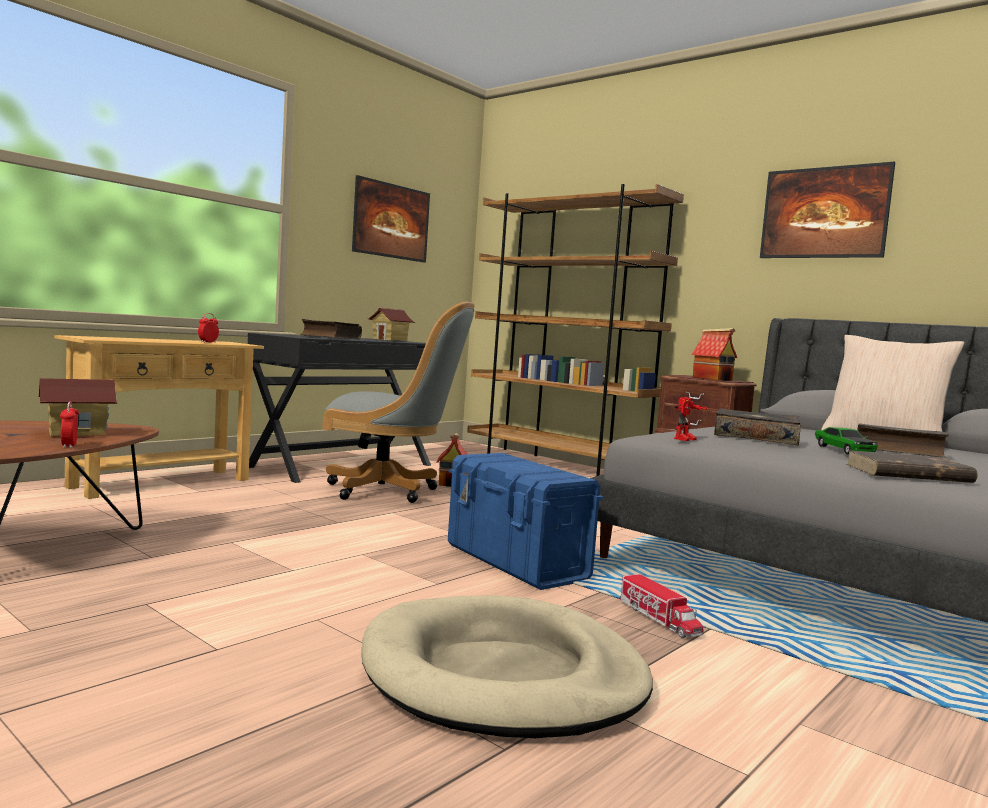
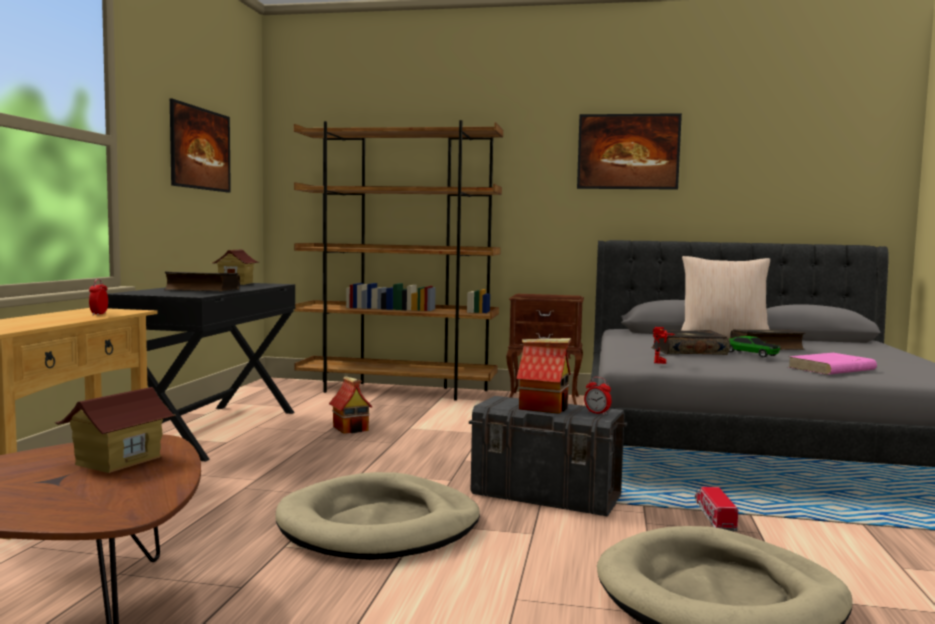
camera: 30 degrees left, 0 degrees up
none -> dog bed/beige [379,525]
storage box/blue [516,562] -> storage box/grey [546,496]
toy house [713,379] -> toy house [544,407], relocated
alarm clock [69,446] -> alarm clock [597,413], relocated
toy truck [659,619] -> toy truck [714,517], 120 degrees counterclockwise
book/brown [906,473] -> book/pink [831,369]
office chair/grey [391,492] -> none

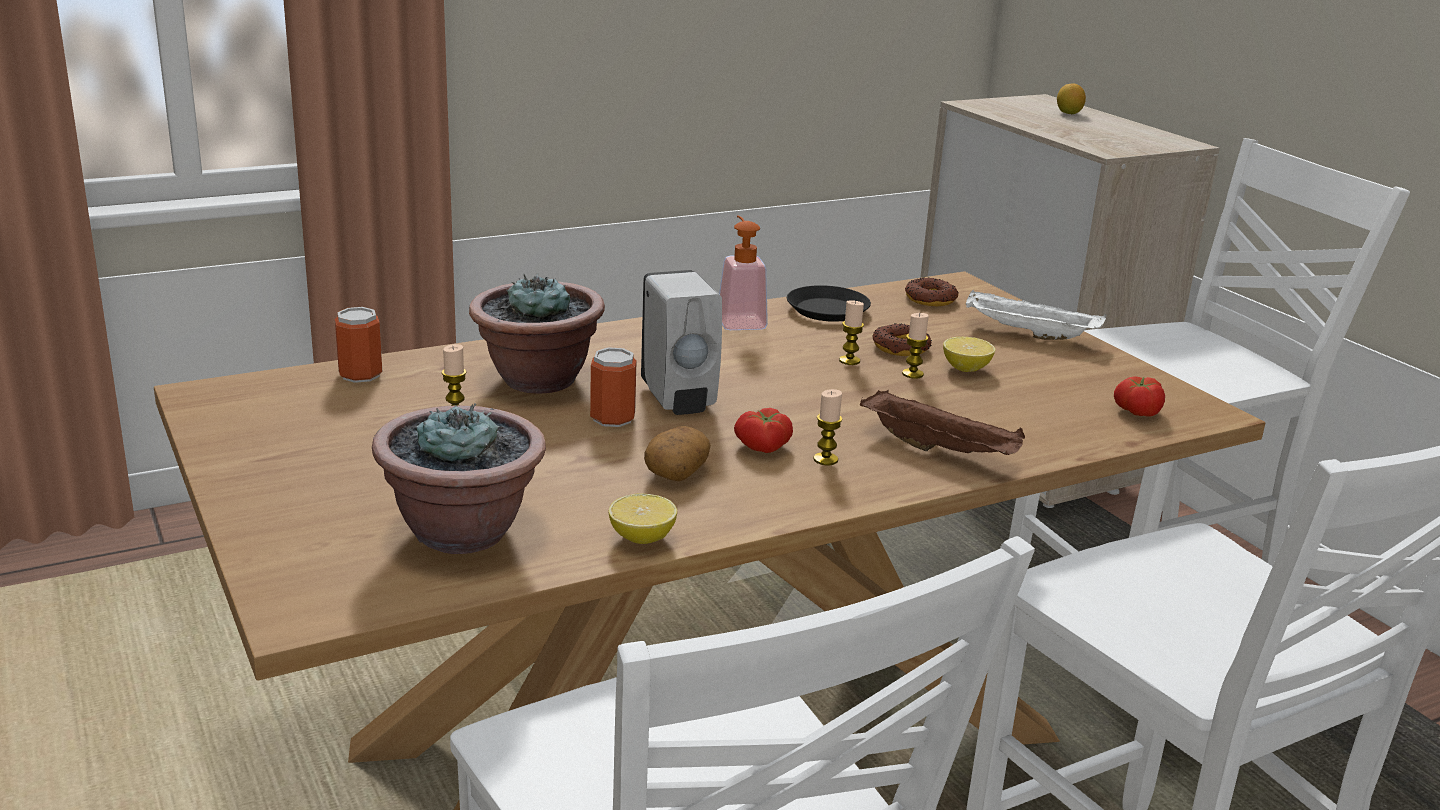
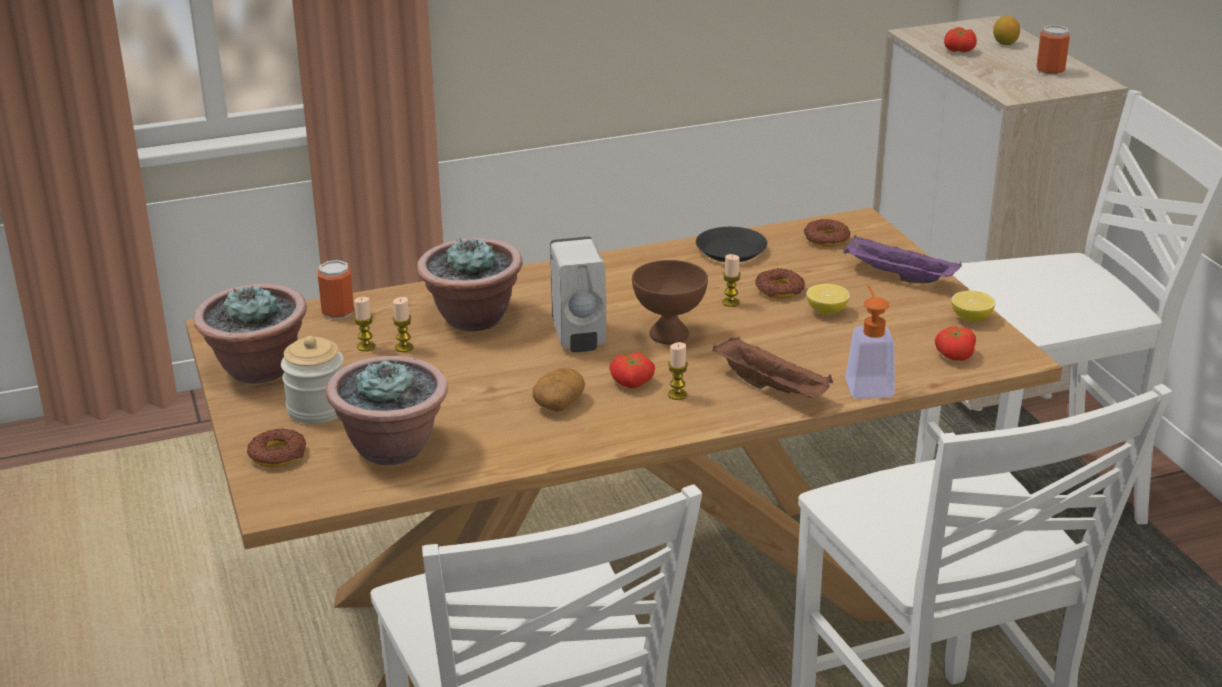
camera: 10 degrees right, 5 degrees up
none -> potted plant [257,369]
none -> donut [278,454]
none -> jar [317,409]
candle [912,374] -> candle [366,346], relocated
none -> bowl/brown [669,334]
tray/white [1027,334] -> tray/purple [897,276]
soap dispenser [739,320] -> soap dispenser [867,384], relocated
none -> tomato [958,51]
lemon [642,538] -> lemon [971,318], relocated
can [612,418] -> can [1050,70], relocated

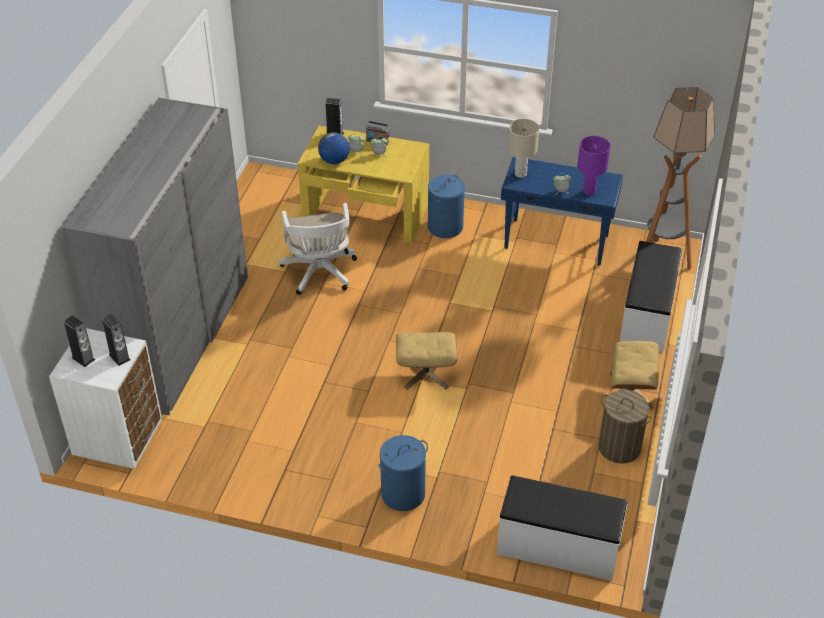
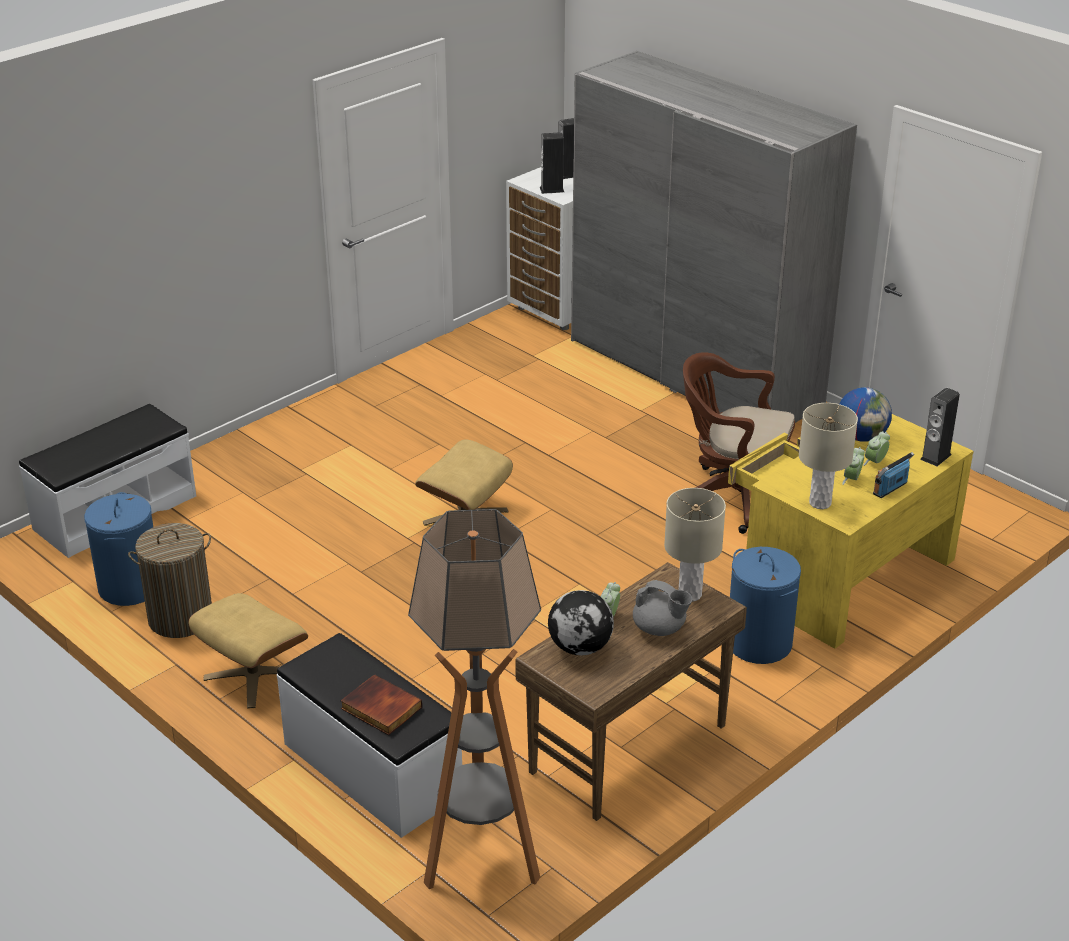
camera: 120 degrees right, 10 degrees down
laundry basket/blue [403,494] -> laundry basket/blue [130,586], relocated
none -> book [380,708]
console table/blue [557,242] -> console table/brown [628,750]
table lamp/purple [589,191] -> globe [581,648]
none -> teapot/grey [660,629]
office chair/white [320,274] -> office chair/brown [734,496]
none -> table lamp/beige [819,503]

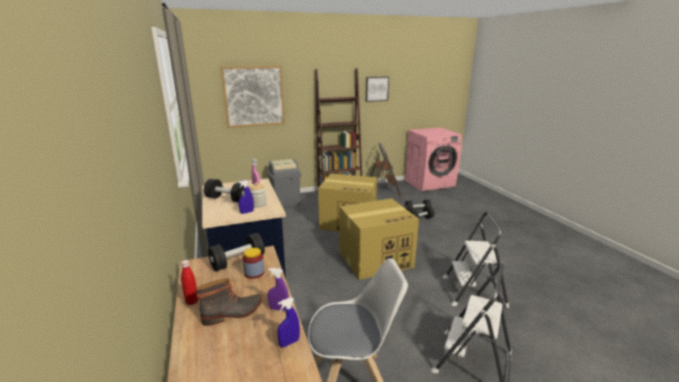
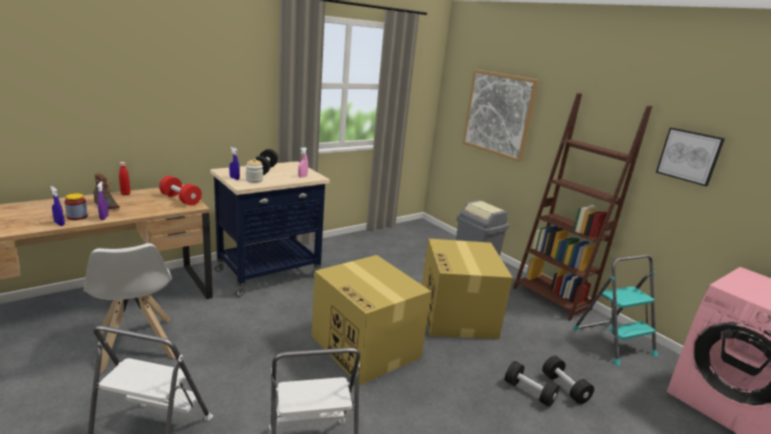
camera: 70 degrees right, 0 degrees up
jar [254,273] -> jar [77,217], relocated
dumbbell/black [238,261] -> dumbbell/red [180,199]
step ladder/brown [381,190] -> step ladder/turquoise [611,340]

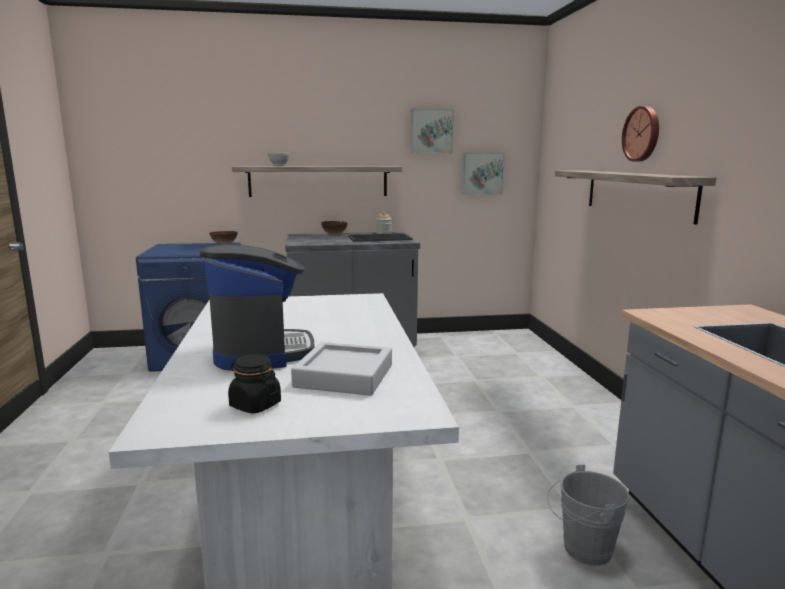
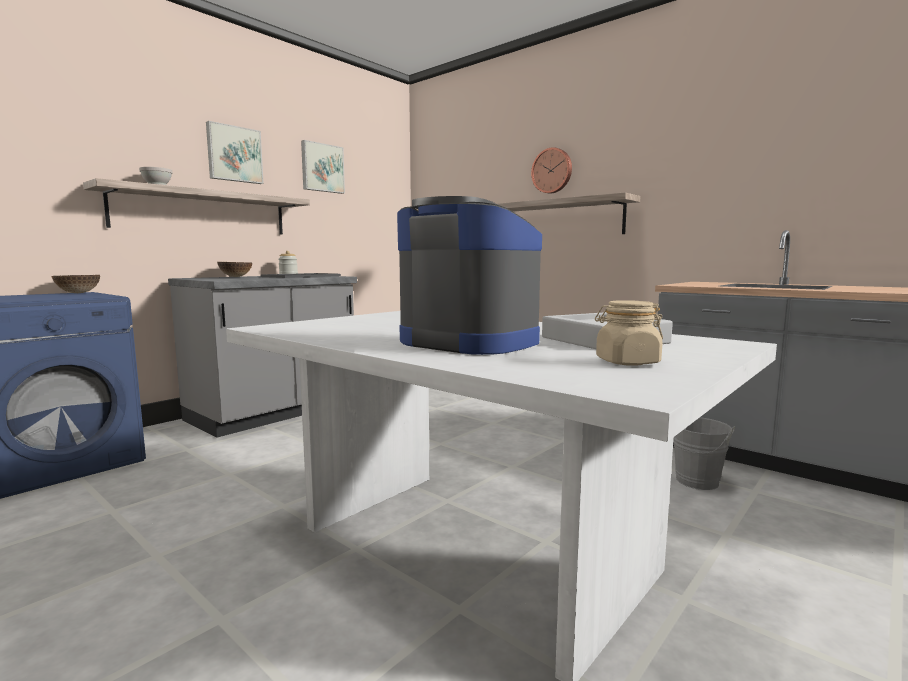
camera: 40 degrees left, 5 degrees down
picture [482,173] -> picture [234,154], relocated
jar/black [255,405] -> jar/beige [627,362]

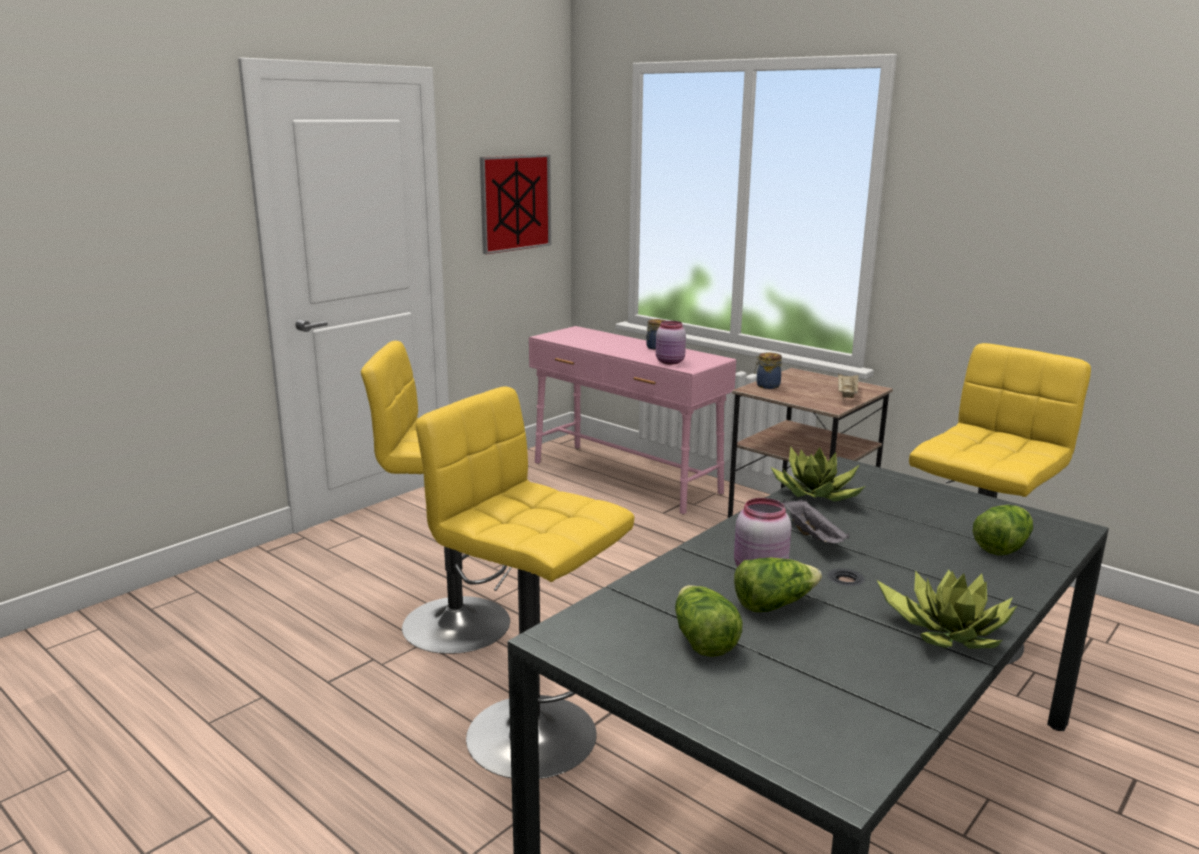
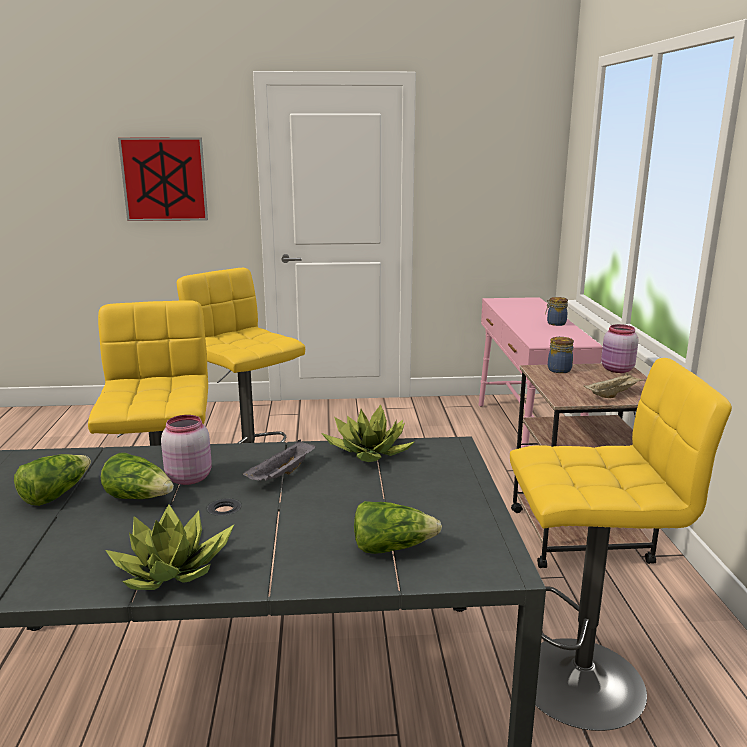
camera: 45 degrees right, 0 degrees up
picture [515,203] -> picture [164,179], relocated
jar/pink [670,362] -> jar/pink [617,370], relocated

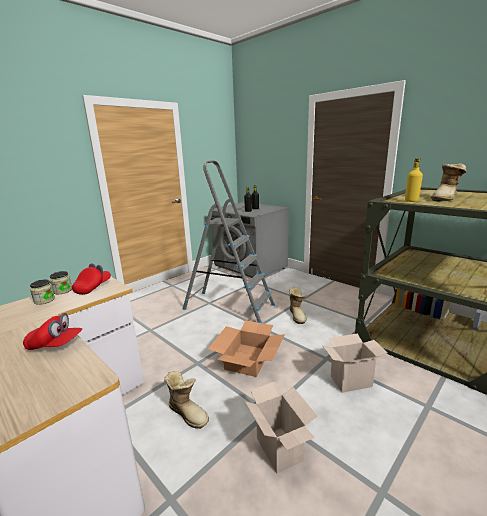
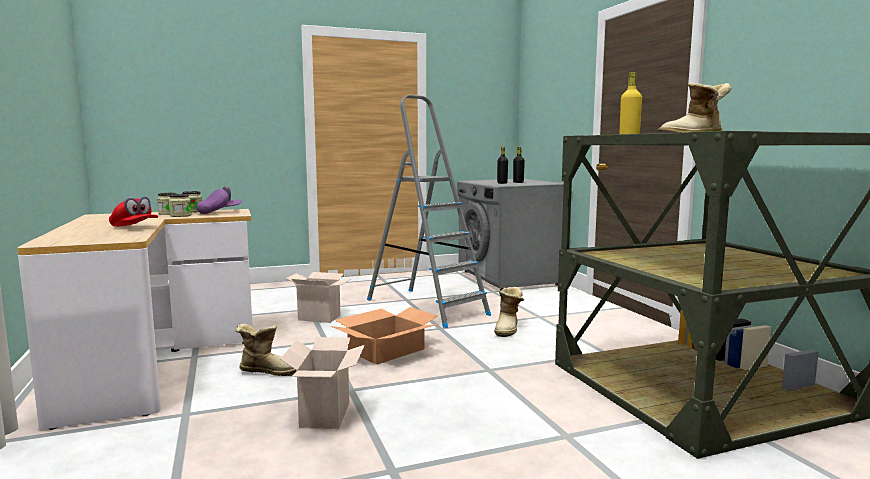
camera: 25 degrees right, 10 degrees down
none -> jar [180,215]
cap/red [93,287] -> cap/purple [219,212]
boot [188,413] -> boot [269,371], 60 degrees counterclockwise
cardboard box [351,380] -> cardboard box [321,317], relocated

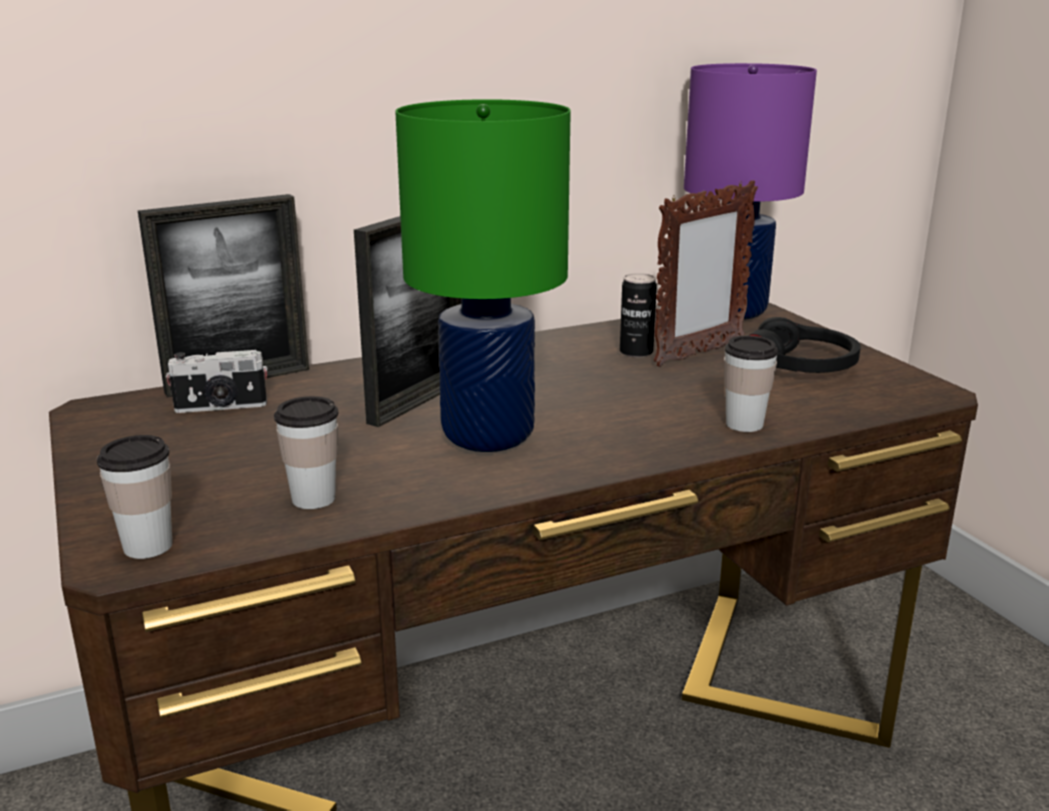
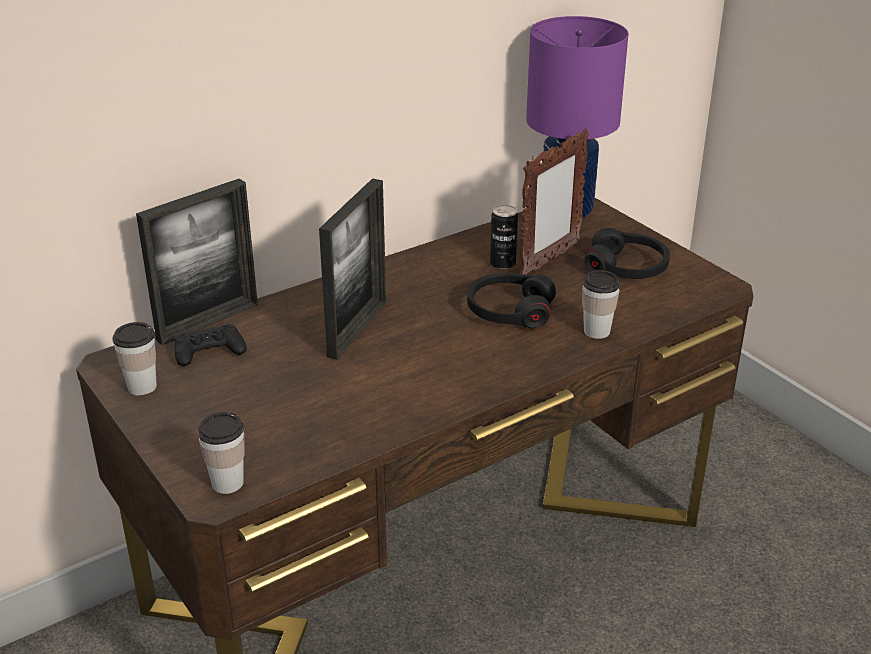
camera: 10 degrees left, 10 degrees up
cup [313,498] -> cup [142,387], relocated
photo camera [221,407] -> game controller/black [209,351]
none -> headphones/black [509,311]
table lamp/green [486,440] -> none

